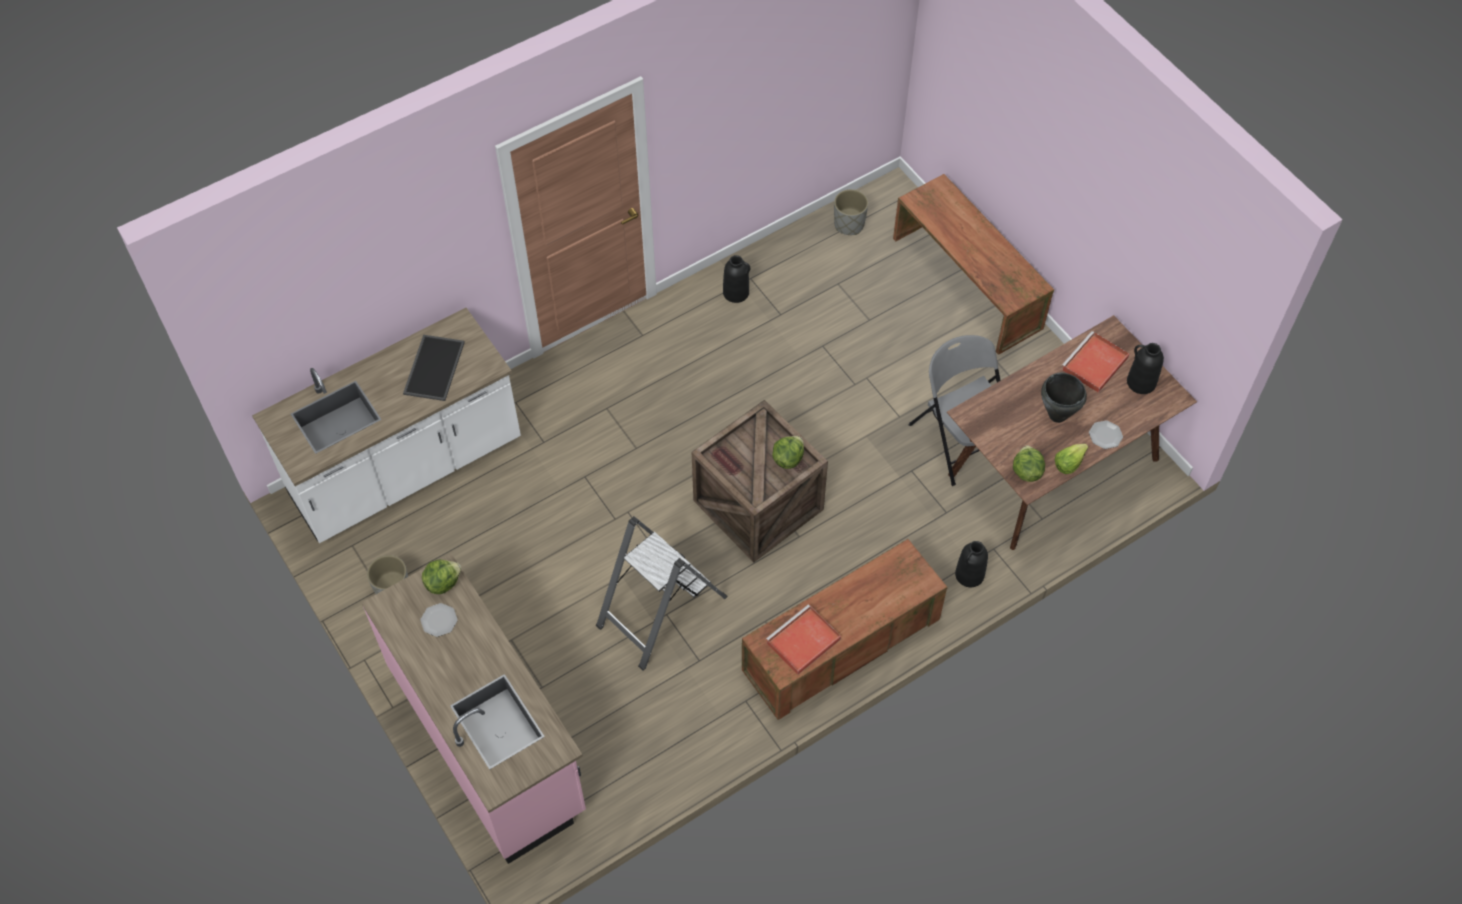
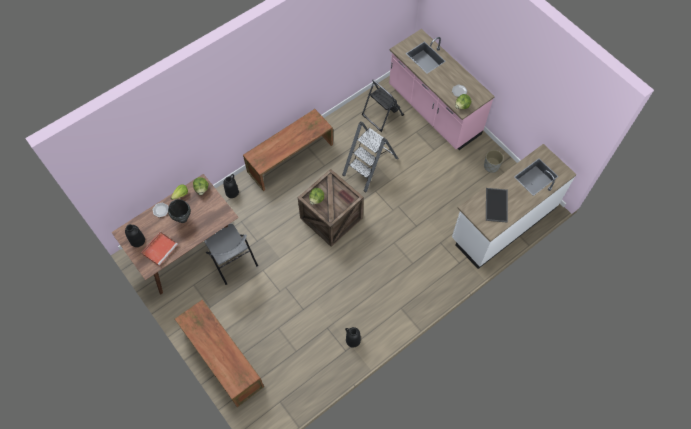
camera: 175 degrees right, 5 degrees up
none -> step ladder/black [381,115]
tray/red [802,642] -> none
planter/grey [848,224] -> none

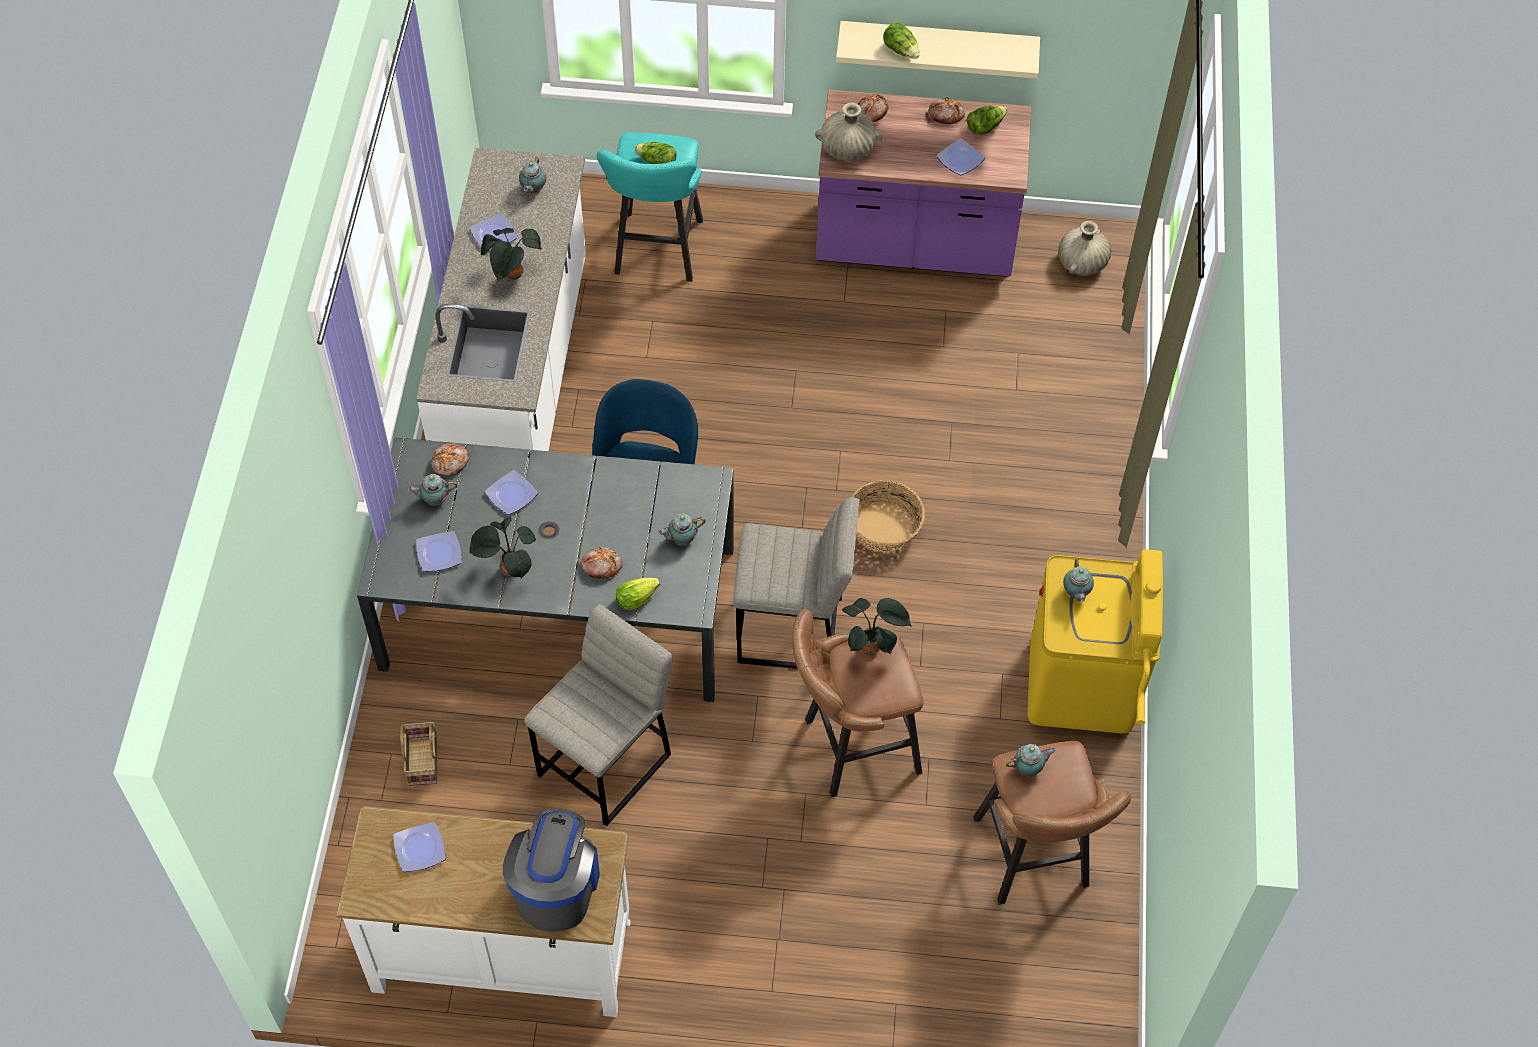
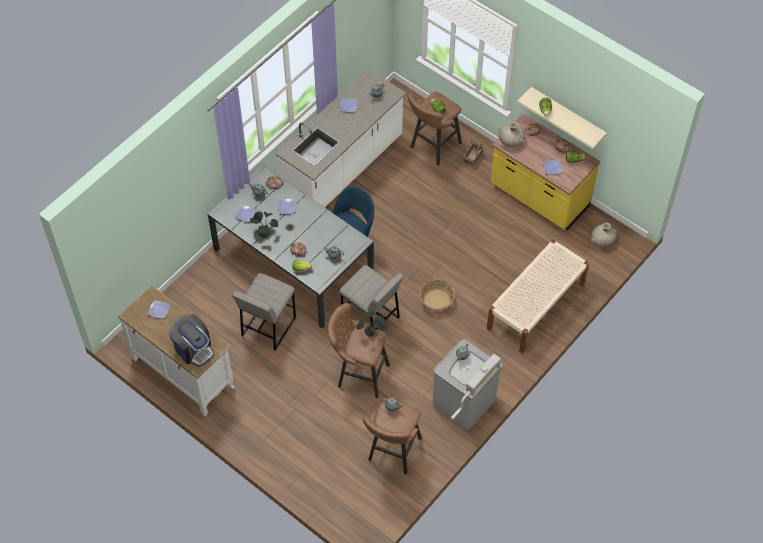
camera: 35 degrees right, 0 degrees up
coffee machine [556,886] -> coffee machine [193,349], 90 degrees clockwise
chair/grey [606,762] -> chair/grey [268,327], 135 degrees clockwise
stool/turquoise [656,256] -> stool/brown [432,148]
washing machine/yellow [1082,689] -> washing machine/grey [463,403]
basket [424,762] -> basket [473,159], relocated
none -> bench/beige [536,306]
counter/purple [914,245] -> counter/yellow [539,197]
potted plant [513,276] -> none

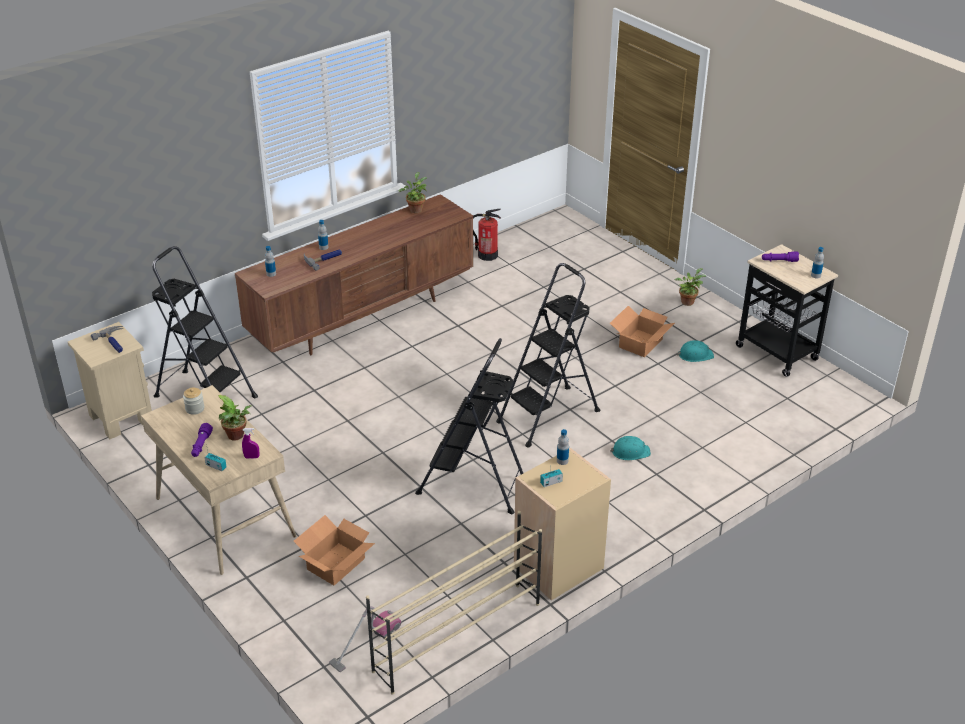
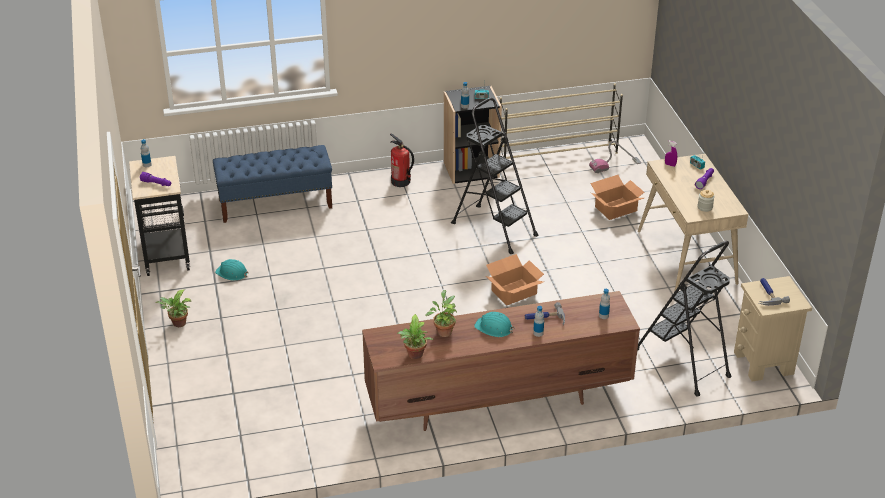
camera: 155 degrees left, 0 degrees up
none -> bench/blue [276,204]
fire extinguisher [487,255] -> fire extinguisher [401,182], relocated
potted plant [237,436] -> potted plant [443,331], relocated
bookcase/beige [558,568] -> bookcase/black [471,169]
hard hat/turquoise [630,452] -> hard hat/turquoise [494,328], relocated
cardboard box [641,343] -> cardboard box [513,292], relocated
step ladder [549,415] -> none

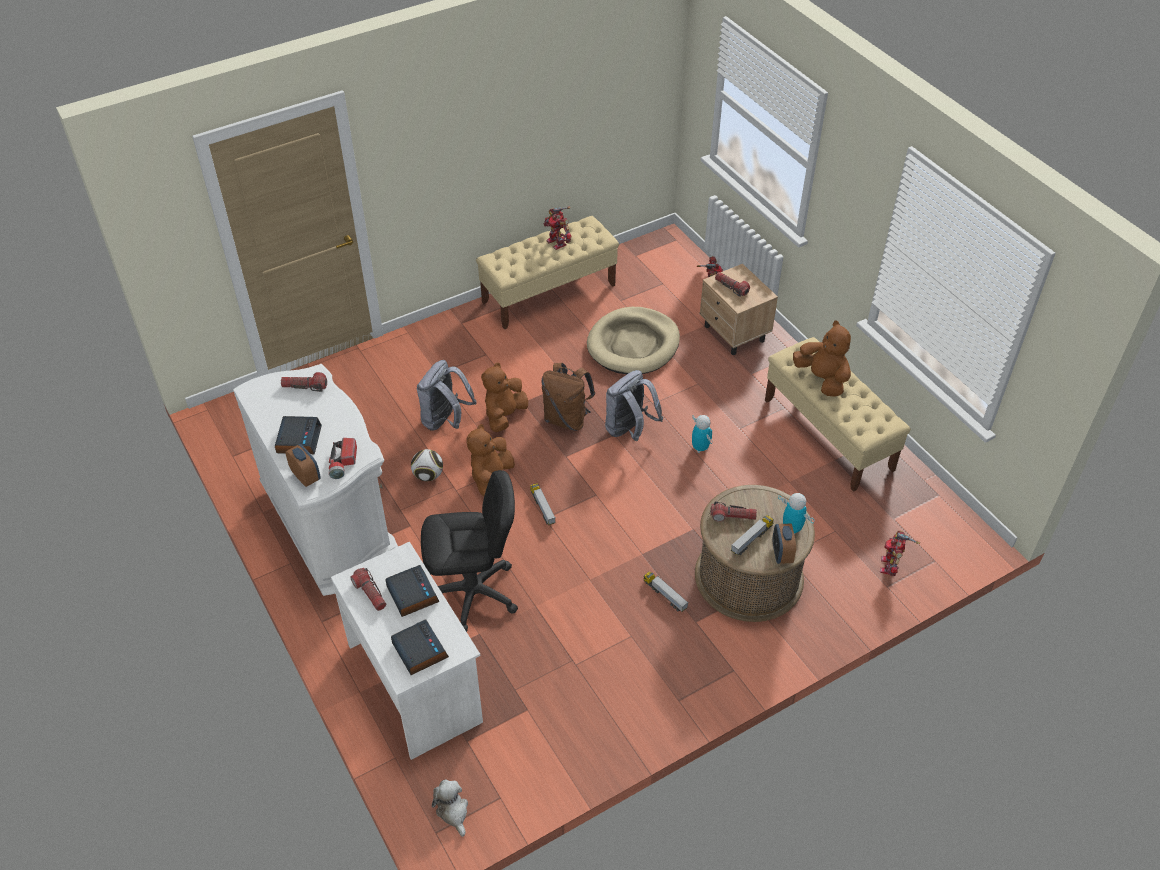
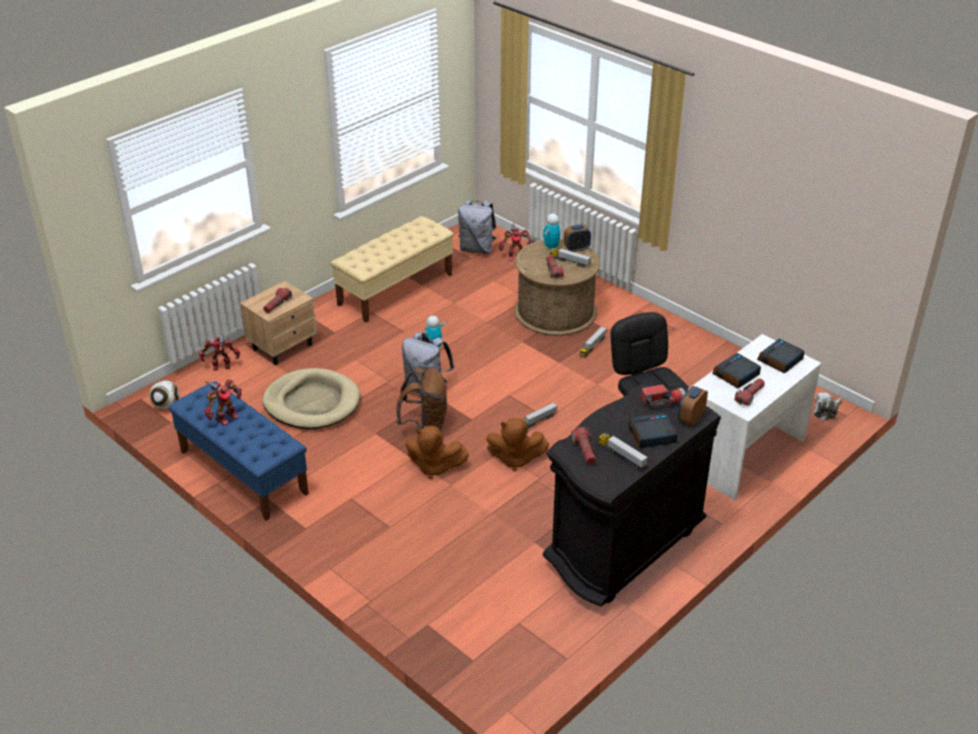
camera: 105 degrees left, 10 degrees down
football [428,475] -> football [166,405], relocated
bench/beige [549,293] -> bench/blue [243,472]
backpack/grey [445,421] -> backpack/grey [477,249], relocated
dresser/white [332,527] -> dresser/black [621,548]
none -> toy truck [621,456]
plush toy/brown [822,379] -> none

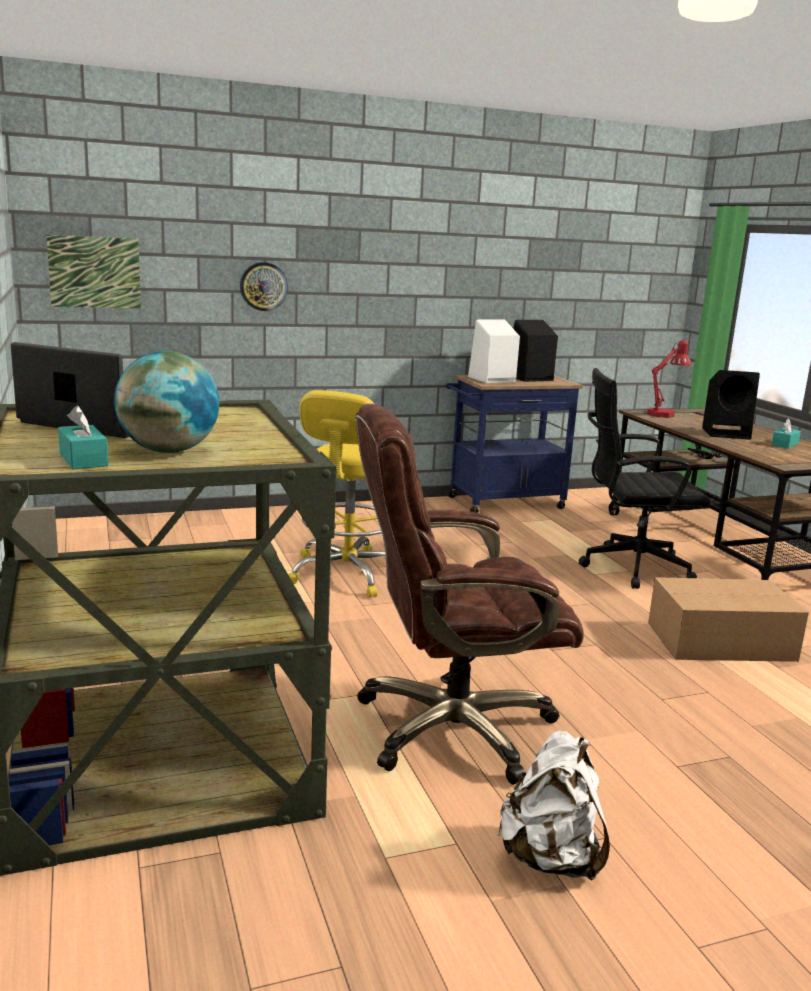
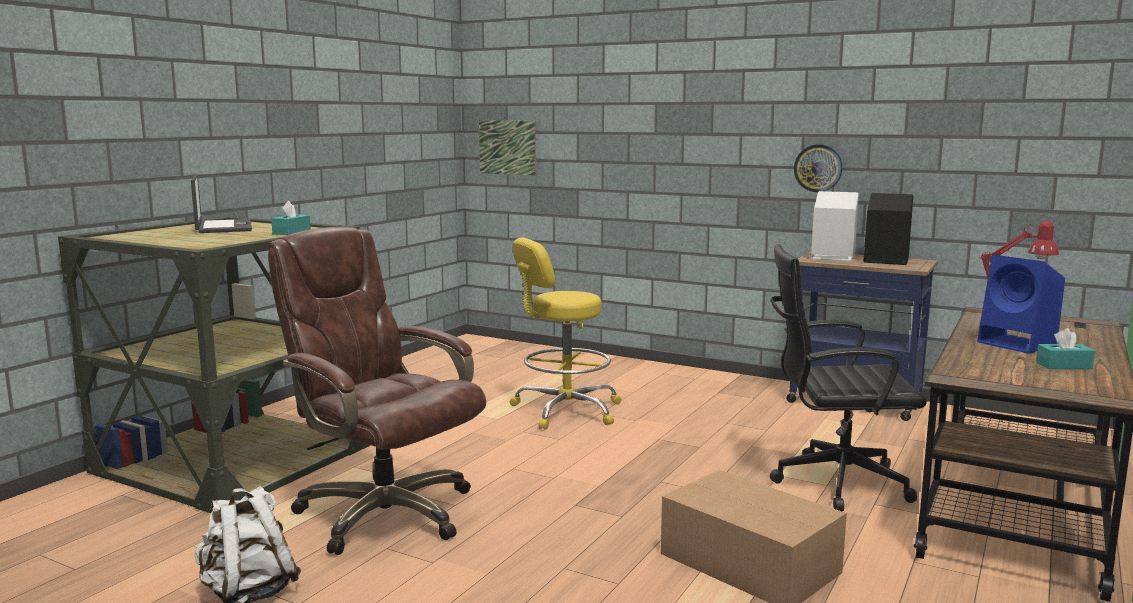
camera: 50 degrees right, 5 degrees down
tissue box/turquoise [83,459] -> tissue box/turquoise [291,232], relocated
office chair/black [630,568] -> office chair/black [834,483], 45 degrees counterclockwise
wall clock [263,286] -> wall clock [818,168], relocated
speaker/black [727,433] -> speaker/blue [1019,344]
globe [169,451] -> none

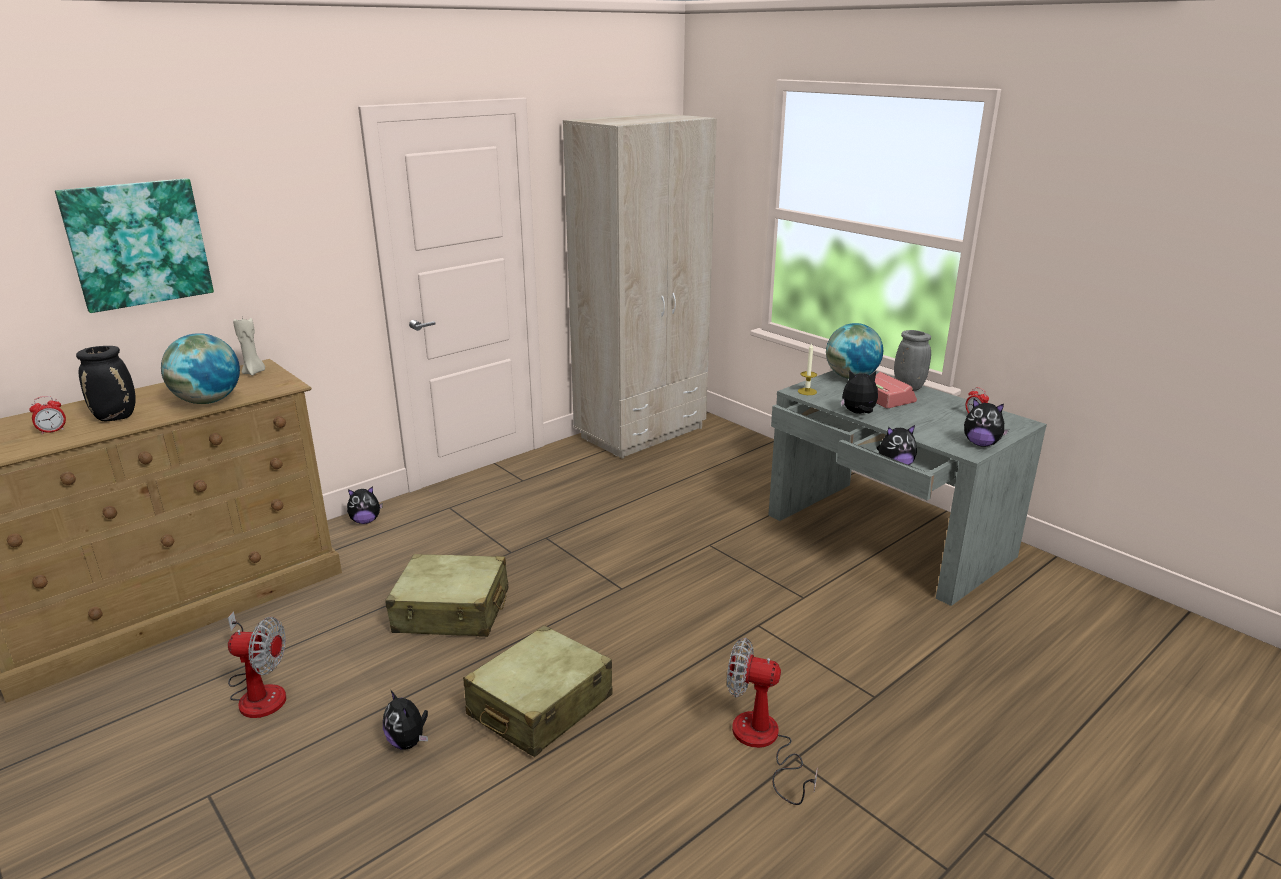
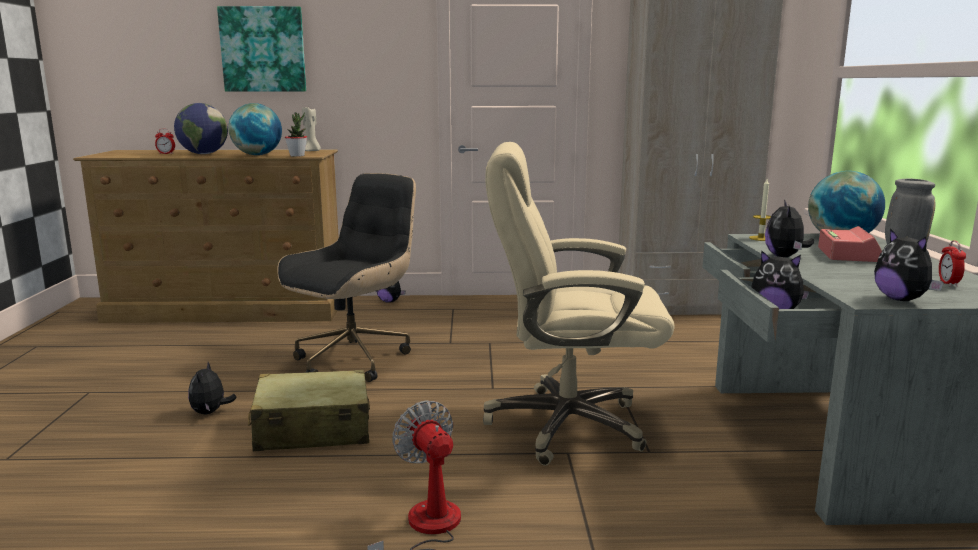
camera: 40 degrees right, 10 degrees down
vase/black [117,417] -> globe [203,154]
suitcase/beige [452,611] -> office chair/black [355,360]
none -> potted plant [297,155]
none -> office chair/beige [570,425]
plush toy [858,413] -> plush toy [785,257], 120 degrees counterclockwise
fan [259,692] -> none

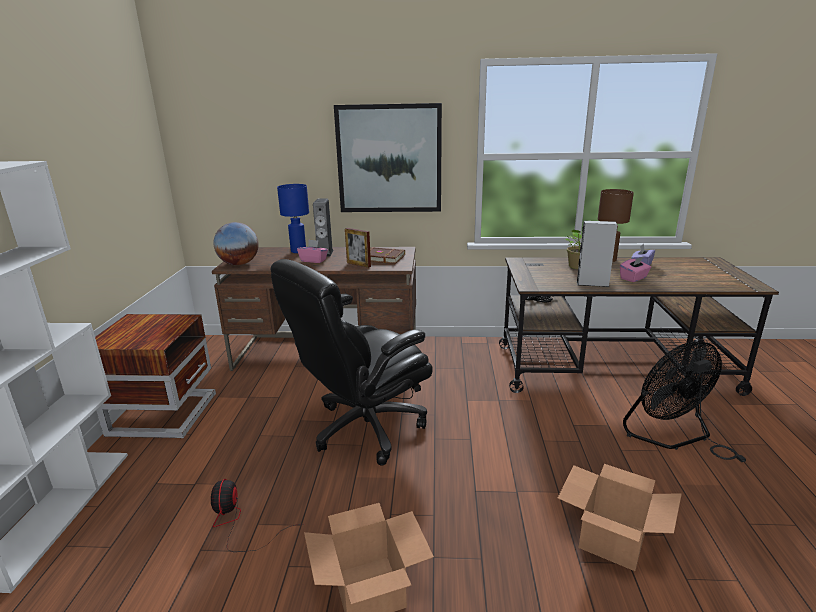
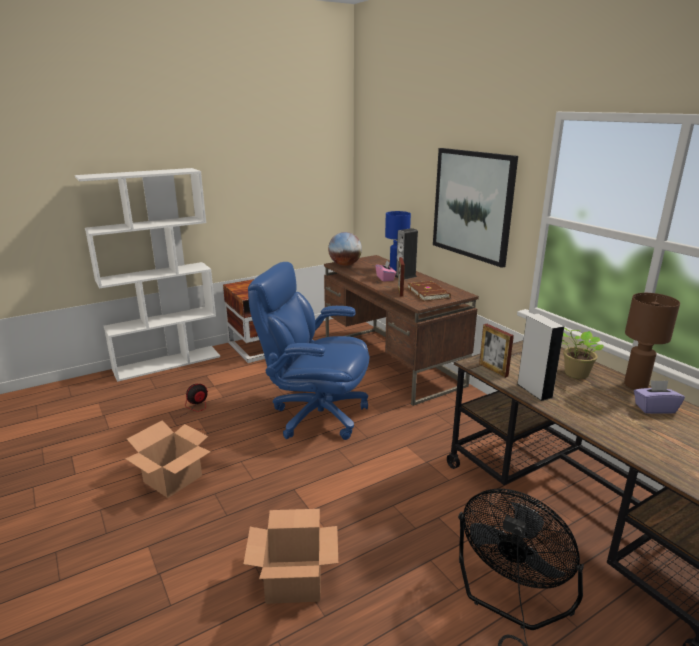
camera: 55 degrees right, 0 degrees up
office chair/black [361,429] -> office chair/blue [316,415]
none -> picture frame [493,370]
tissue box/pink [633,278] -> none

